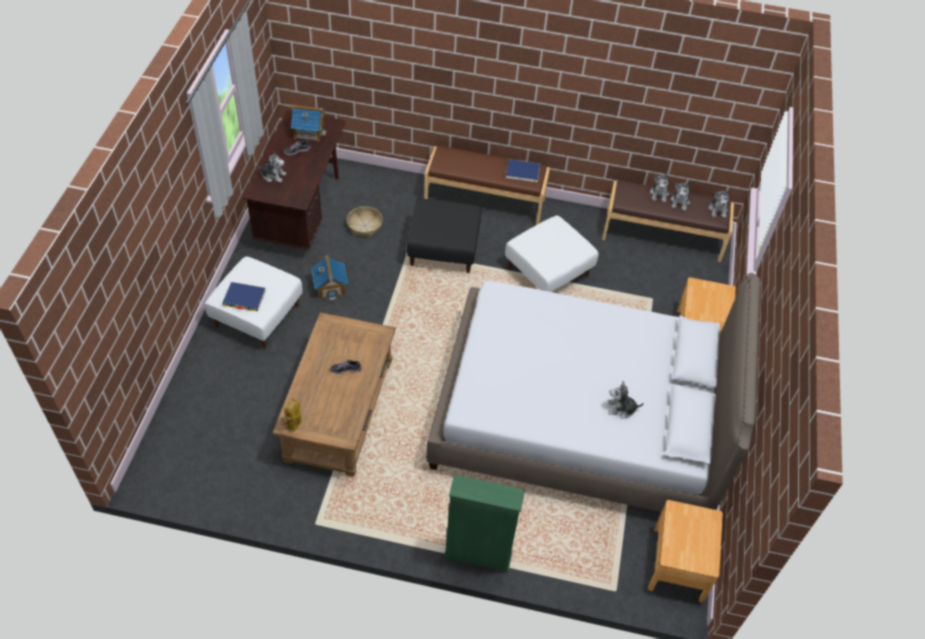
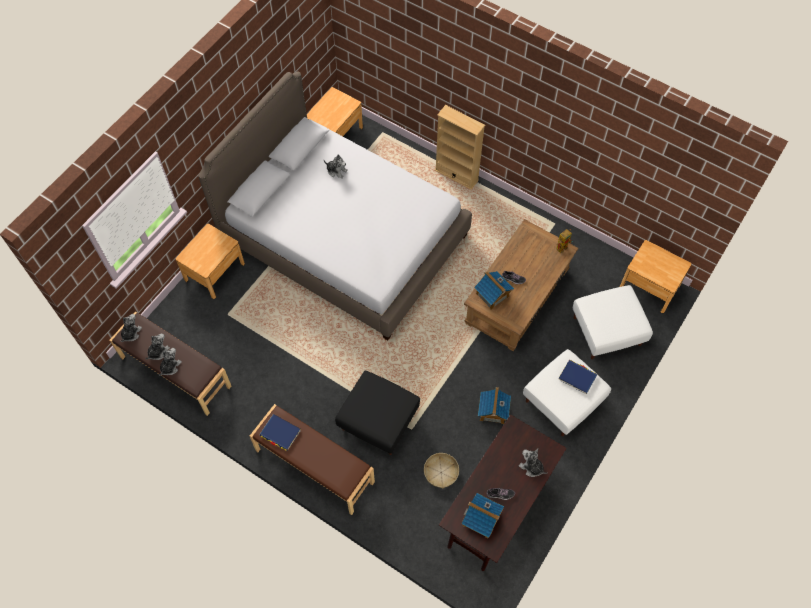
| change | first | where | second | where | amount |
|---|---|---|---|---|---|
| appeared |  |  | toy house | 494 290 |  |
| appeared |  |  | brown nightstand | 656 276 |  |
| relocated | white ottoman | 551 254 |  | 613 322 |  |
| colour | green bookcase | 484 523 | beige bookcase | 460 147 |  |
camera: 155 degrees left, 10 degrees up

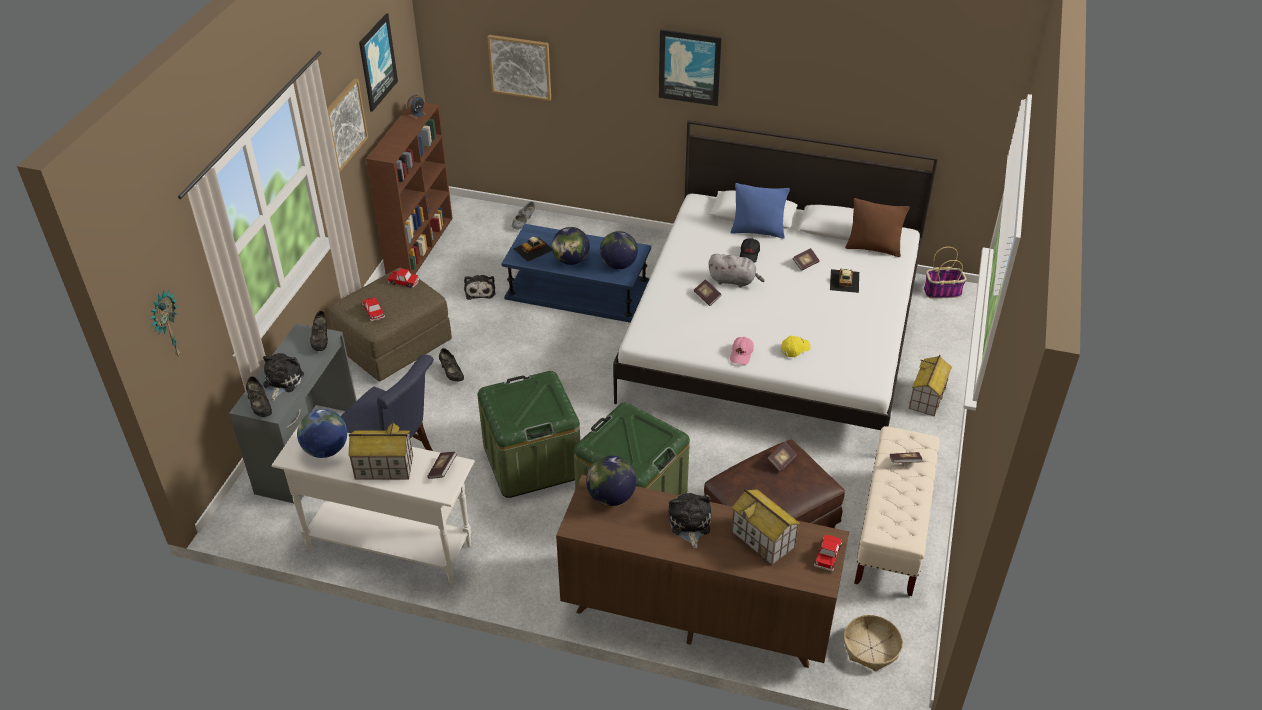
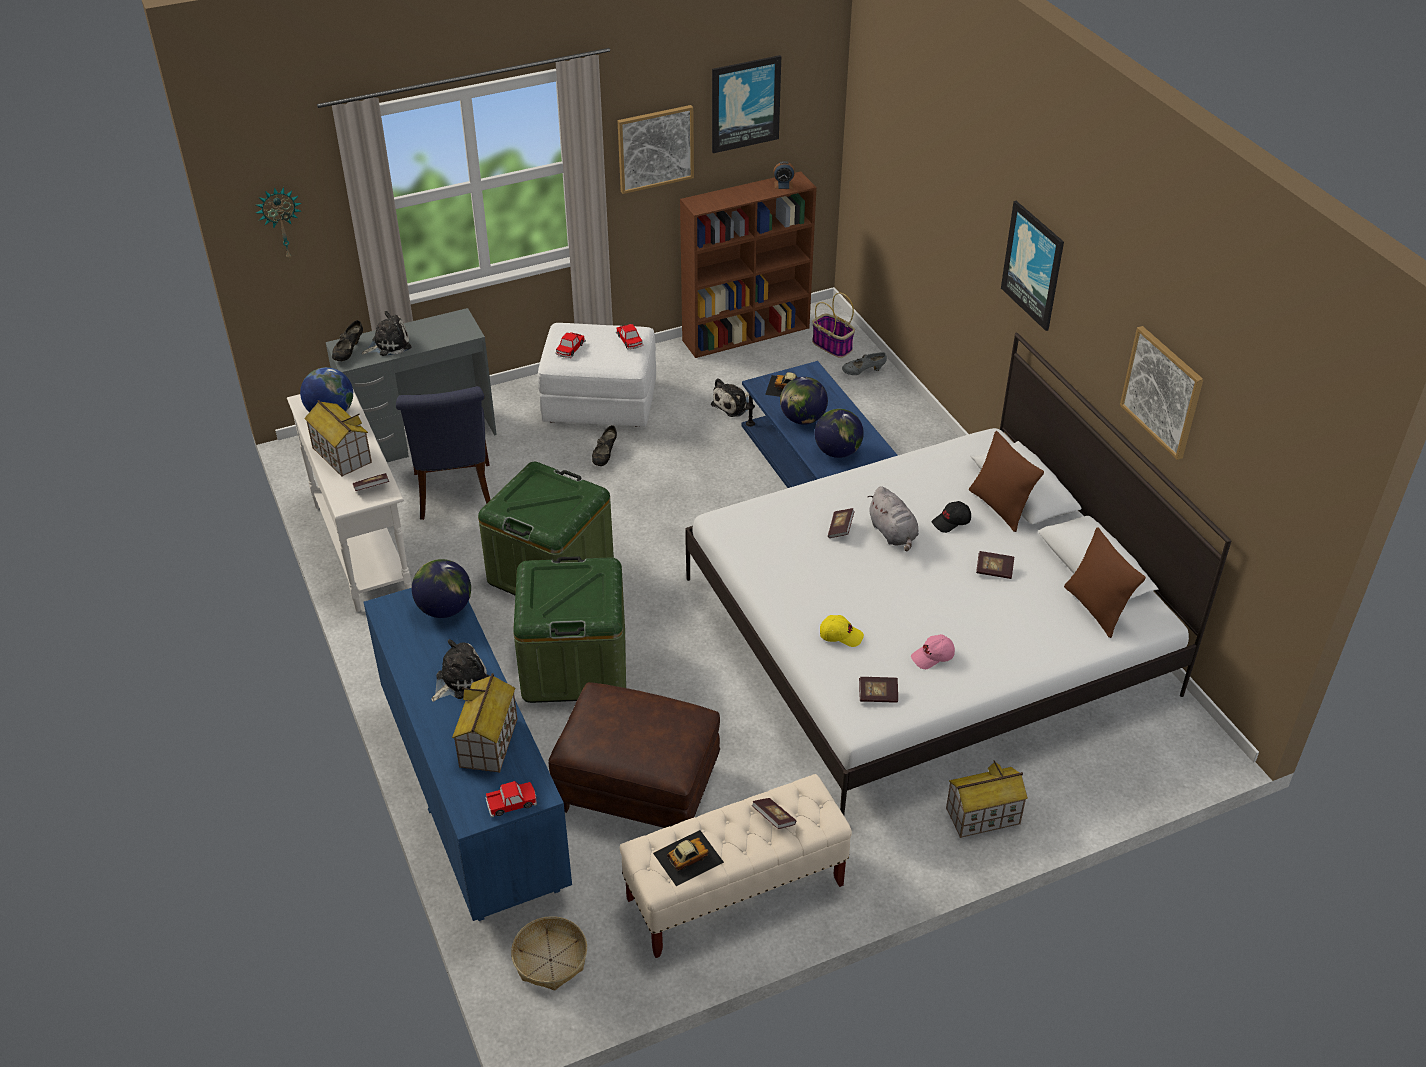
| change | first | where | second | where | amount |
|---|---|---|---|---|---|
| missing | black shoe | 319 331 |  |  |  |
| relocated | picture | 519 68 |  | 1161 393 |  |
| relocated | pink cap | 742 351 |  | 933 651 |  |
| relocated | book | 782 456 |  | 878 690 |  |
| relocated | toy car | 844 280 |  | 688 858 |  |
| relocated | basket | 945 273 |  | 833 325 |  |
| colour | brown ottoman | 390 324 | white ottoman | 597 375 |  |
| colour | brown dresser | 702 571 | blue dresser | 468 754 |  |
| colour | blue pillow | 760 211 | brown pillow | 1006 481 |  |
camera: 50 degrees right, 0 degrees up

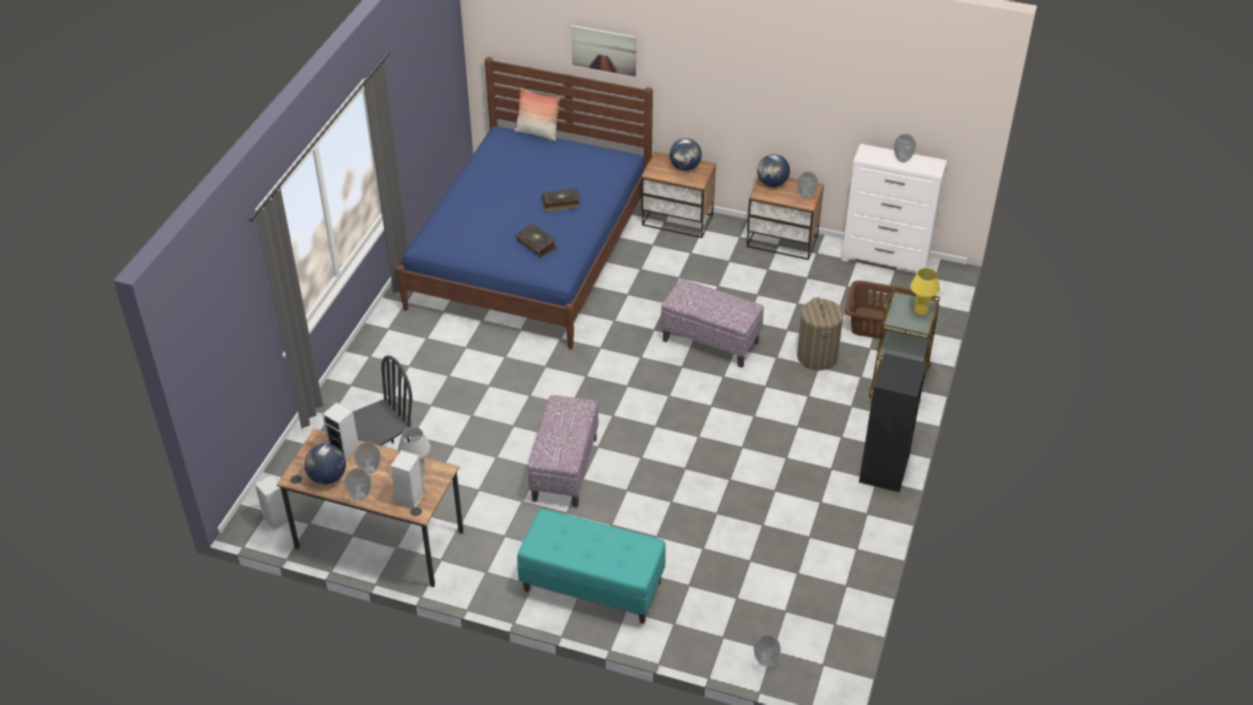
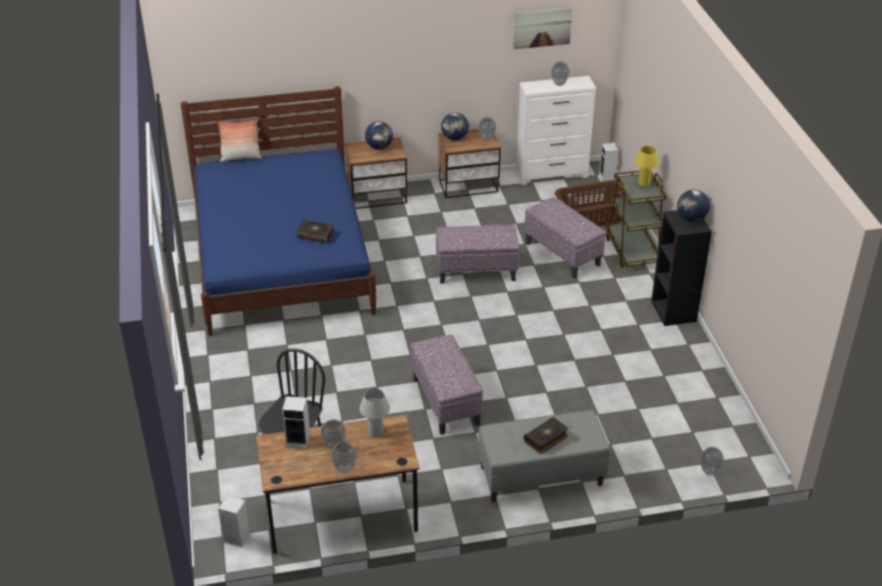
| change | first | where | second | where | amount |
|---|---|---|---|---|---|
| relocated | globe | 325 464 |  | 693 206 |  |
| relocated | speaker | 407 479 |  | 609 162 |  |
| relocated | book | 561 200 |  | 546 435 |  |
| relocated | picture | 603 50 |  | 542 28 |  |
| exchanged | laundry basket | 820 333 | ottoman | 564 238 |  |
| colour | turquoise bench | 591 566 | grey bench | 544 456 |  |
camera: 30 degrees left, 5 degrees down

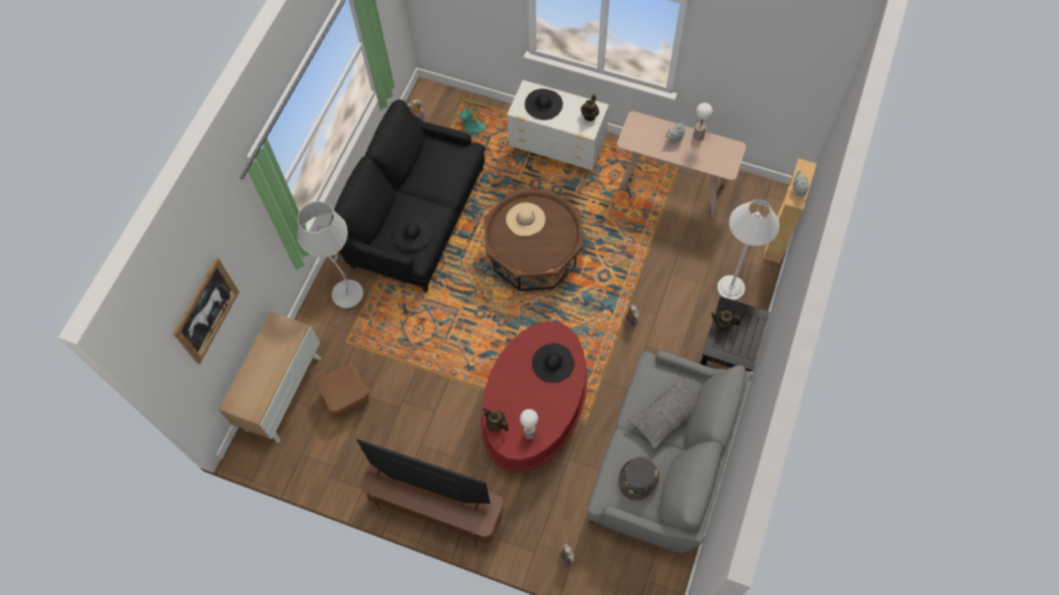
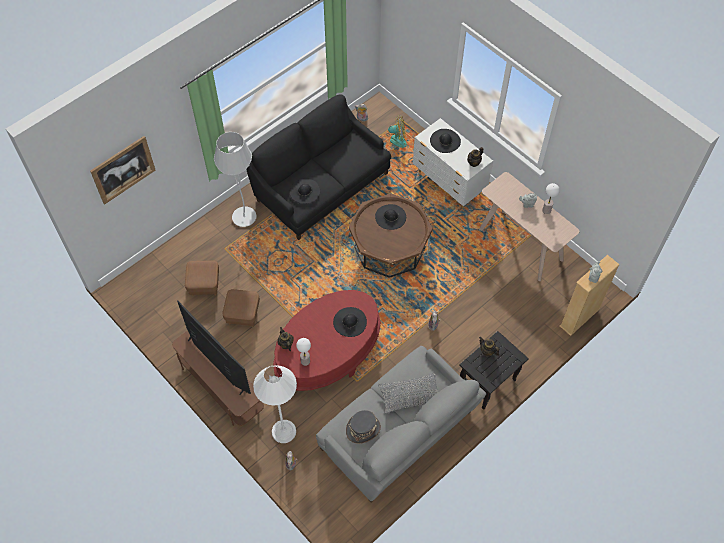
| change | first | where | second | where | amount |
|---|---|---|---|---|---|
| missing | cabinet | 270 377 |  |  |  |
| appeared |  |  | brown ottoman | 241 308 |  |
| relocated | white floor lamp | 748 250 |  | 275 404 |  |
| colour | beige hat | 525 219 | black hat | 390 217 |  |
camera: 25 degrees right, 5 degrees down

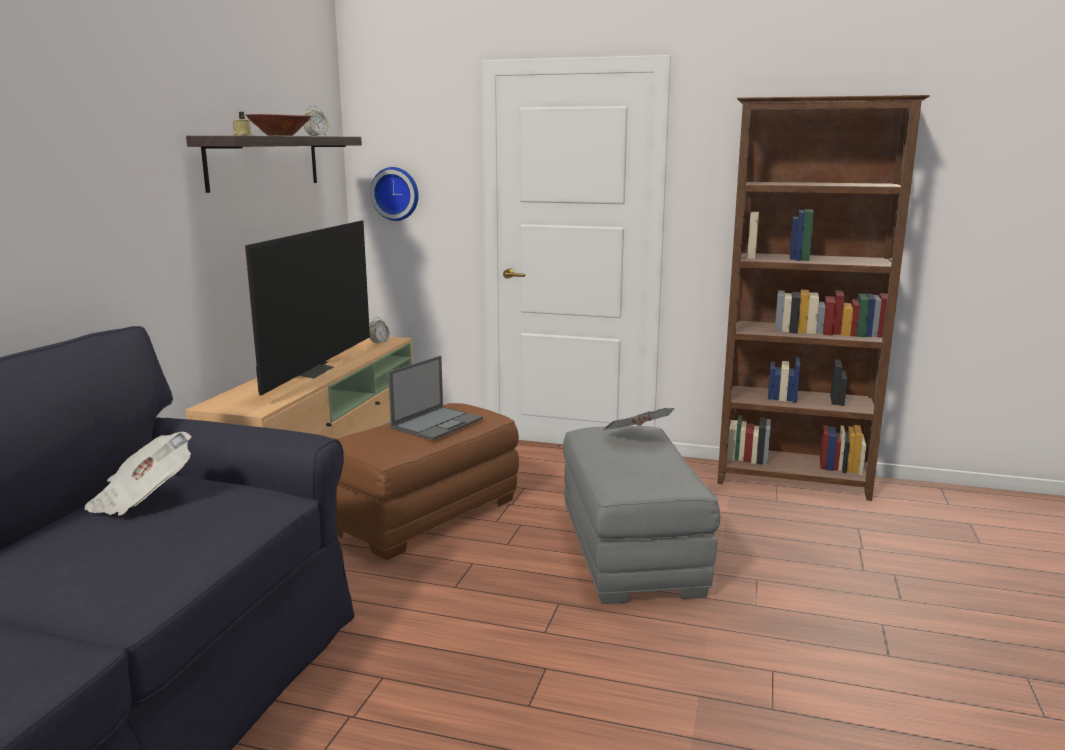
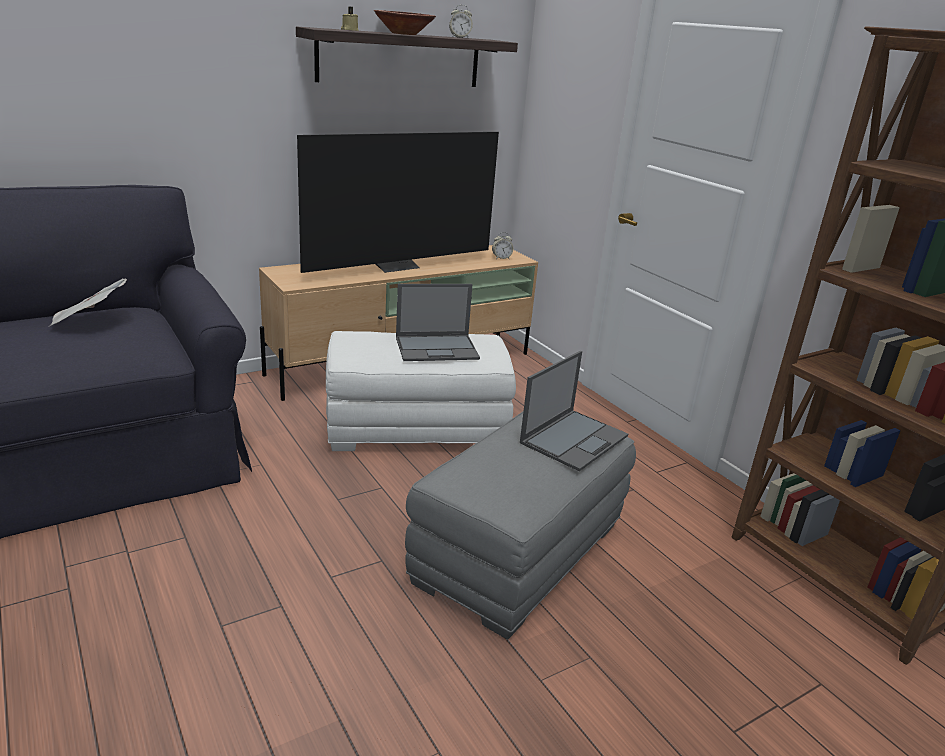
| change | first | where | second | where | amount |
|---|---|---|---|---|---|
| missing | wall clock | 394 194 |  |  |  |
| exchanged | newspaper | 638 419 | laptop | 574 411 |  |
| colour | brown ottoman | 428 481 | white ottoman | 421 391 |  |
camera: 40 degrees right, 10 degrees up

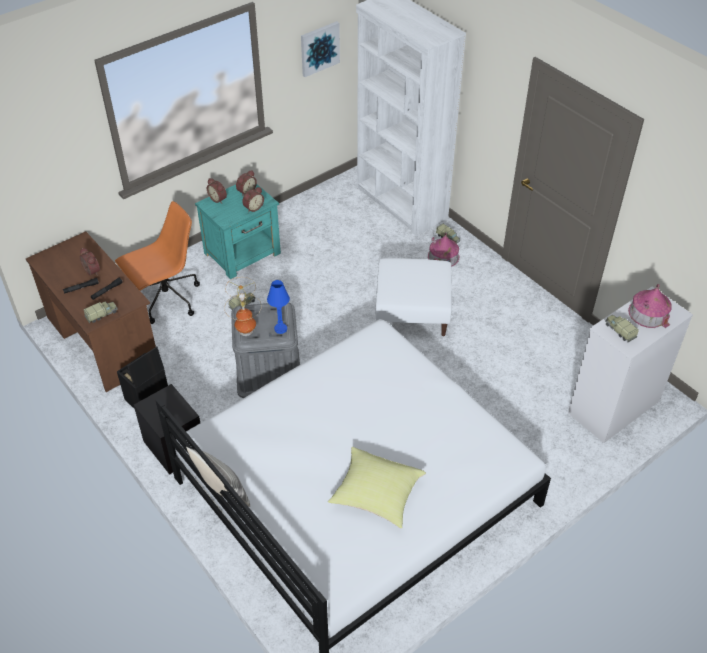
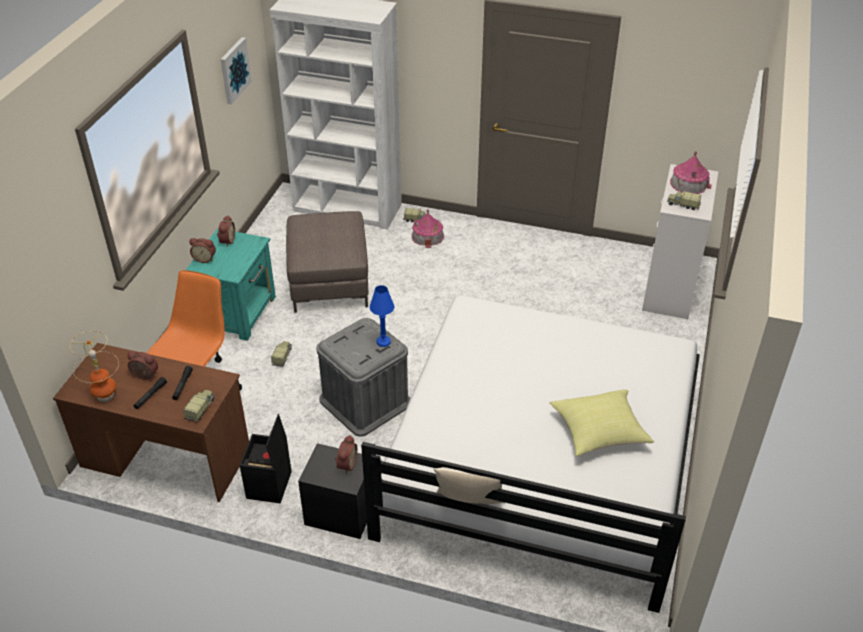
| change | first | where | second | where | amount |
|---|---|---|---|---|---|
| missing | white ottoman | 414 297 |  |  |  |
| appeared |  |  | brown ottoman | 327 262 |  |
| relocated | table lamp | 243 306 |  | 94 366 |  |
| relocated | alarm clock | 253 200 |  | 346 454 |  |
camera: 35 degrees left, 5 degrees down

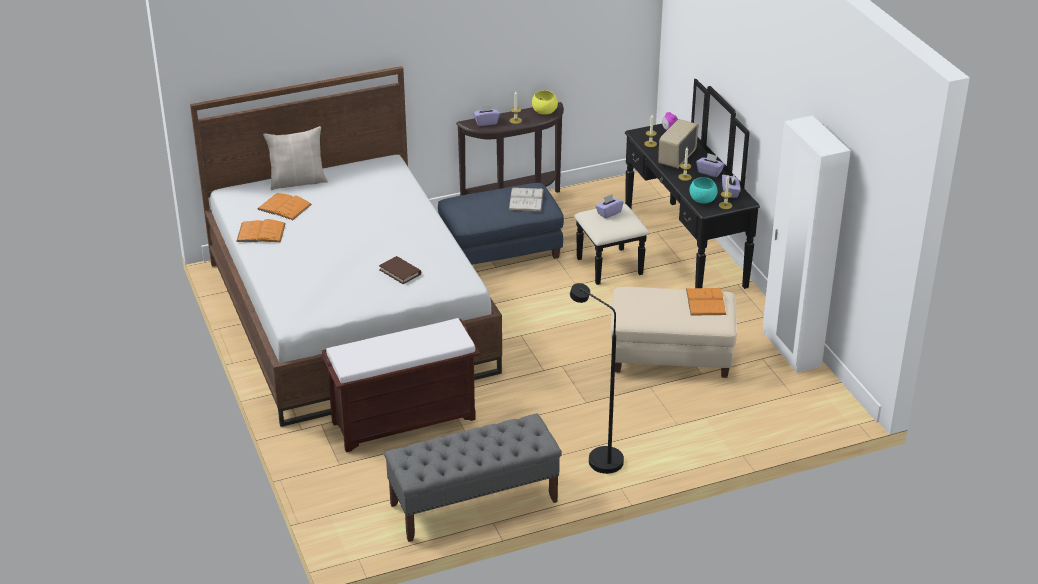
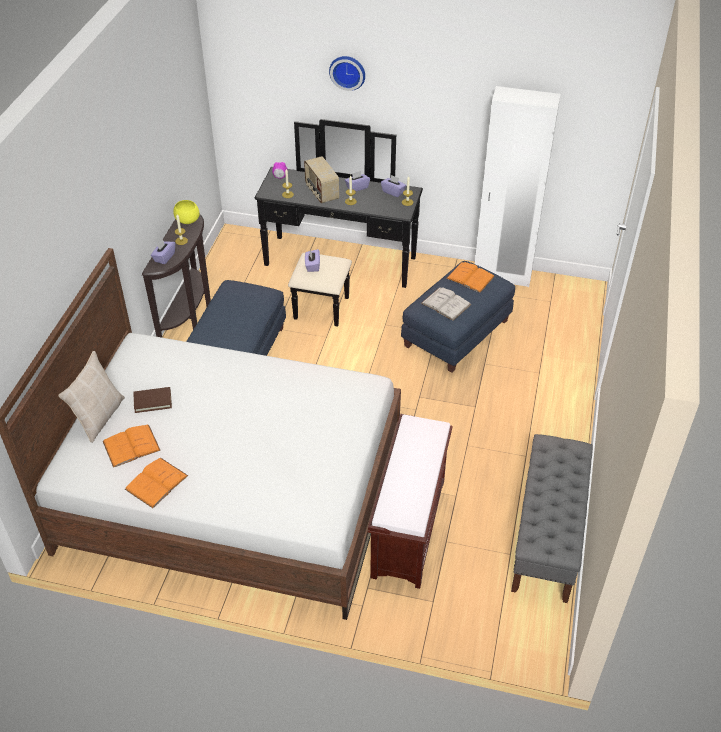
| change | first | where | second | where | amount |
|---|---|---|---|---|---|
| missing | black floor lamp | 597 378 |  |  |  |
| missing | turquoise bowl | 704 190 |  |  |  |
| appeared |  |  | wall clock | 347 73 |  |
| relocated | brown book | 400 270 |  | 153 400 |  |
| relocated | white book | 526 200 |  | 446 304 |  |
| colour | beige ottoman | 673 332 | blue ottoman | 458 317 |  |
camera: 55 degrees left, 10 degrees up

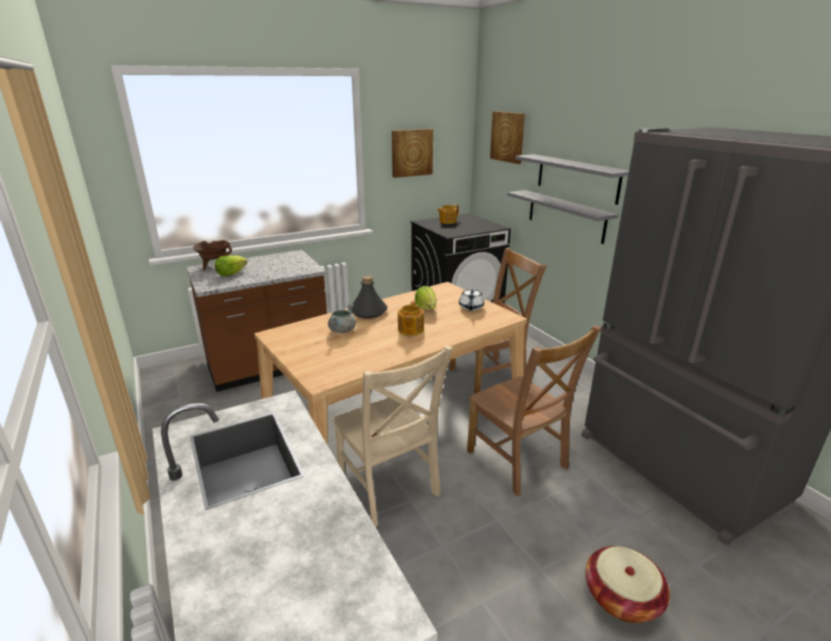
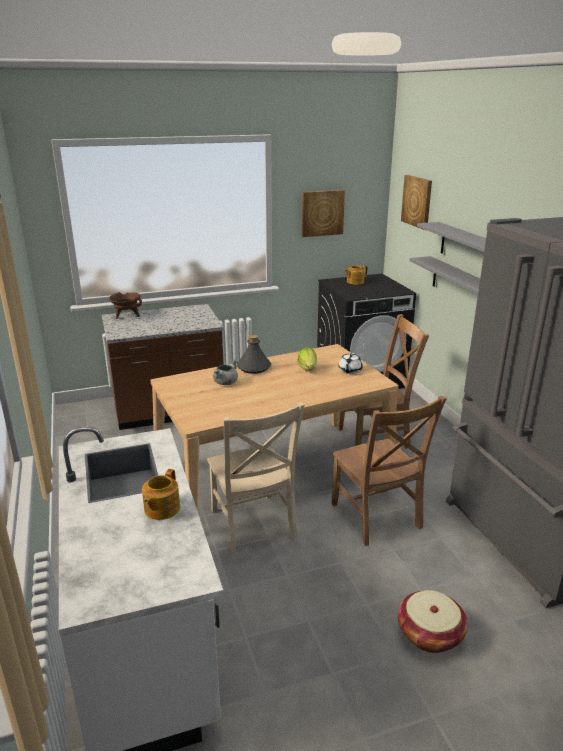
| change | first | where | second | where | amount |
|---|---|---|---|---|---|
| missing | lettuce | 231 265 |  |  |  |
| relocated | teapot | 411 318 |  | 161 494 |  |
camera: 10 degrees right, 0 degrees up

